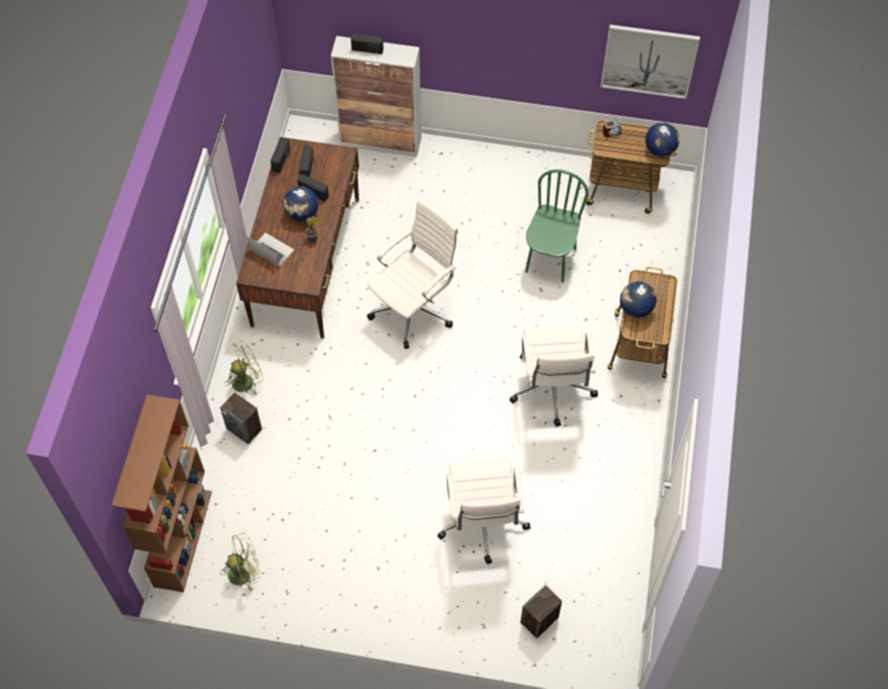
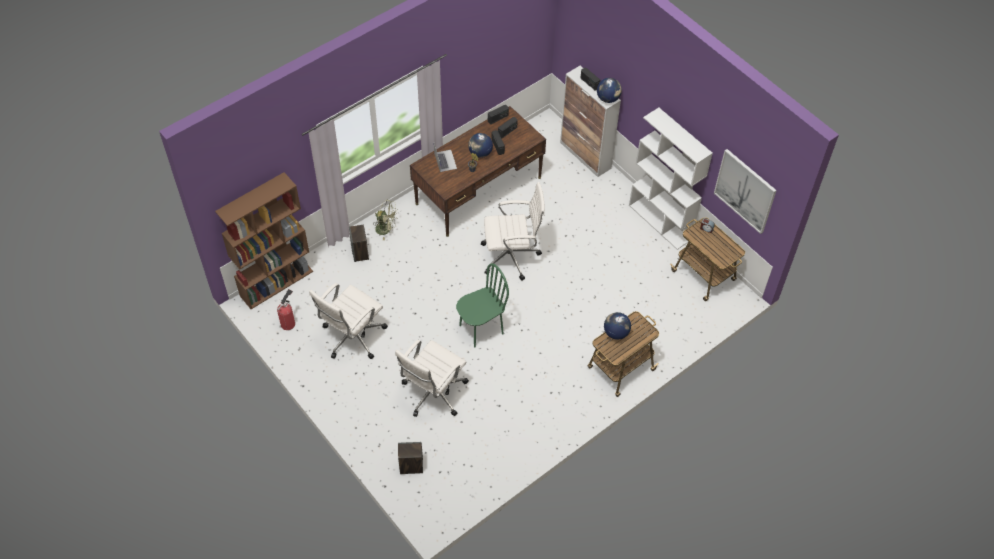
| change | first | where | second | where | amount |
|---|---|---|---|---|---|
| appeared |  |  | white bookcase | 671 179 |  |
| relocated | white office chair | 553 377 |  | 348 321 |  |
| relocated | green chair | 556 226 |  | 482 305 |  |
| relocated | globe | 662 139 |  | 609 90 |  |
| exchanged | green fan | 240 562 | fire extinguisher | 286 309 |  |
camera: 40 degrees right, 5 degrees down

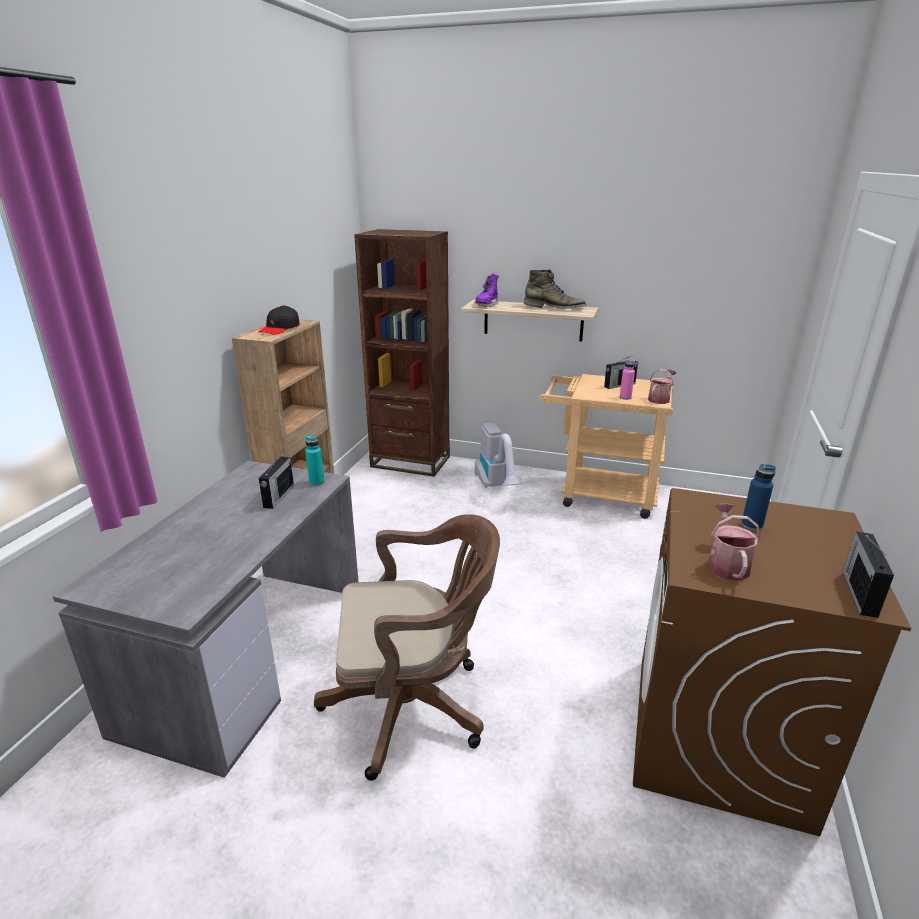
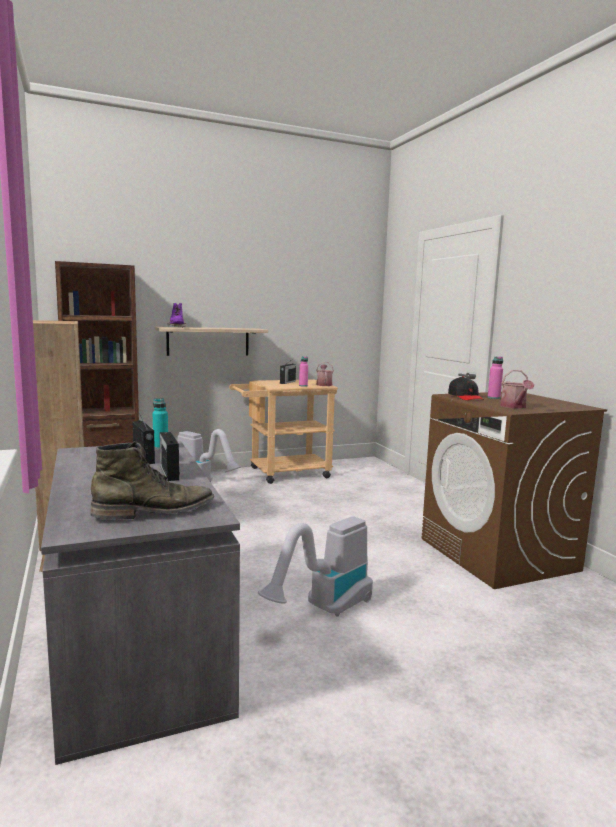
| change | first | where | second | where | amount |
|---|---|---|---|---|---|
| relocated | black cap | 279 320 |  | 466 388 |  |
| relocated | green boot | 555 289 |  | 152 480 |  |
| relocated | radio | 868 575 |  | 170 456 |  |
| exchanged | brown office chair | 407 647 | vacuum cleaner | 315 566 |  |
| colour | blue bottle | 758 497 | pink bottle | 495 378 |  |
| spun | watering can | 734 542 |  | 517 389 | 150 degrees counterclockwise |
camera: 40 degrees left, 15 degrees down

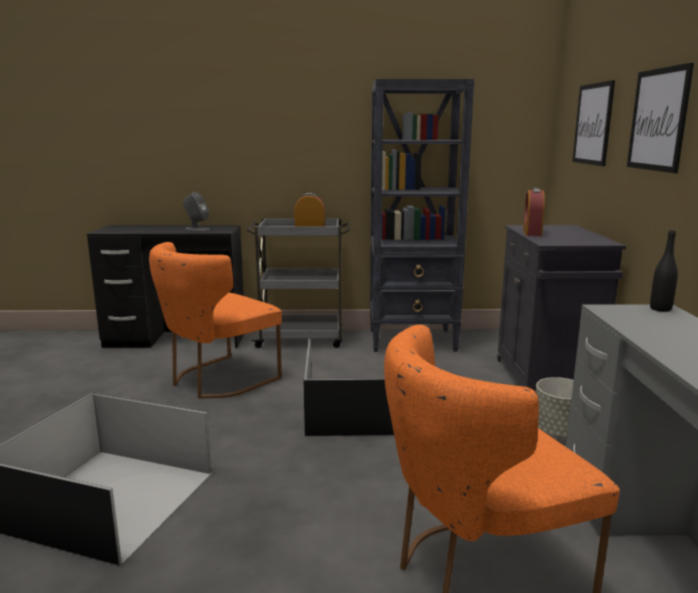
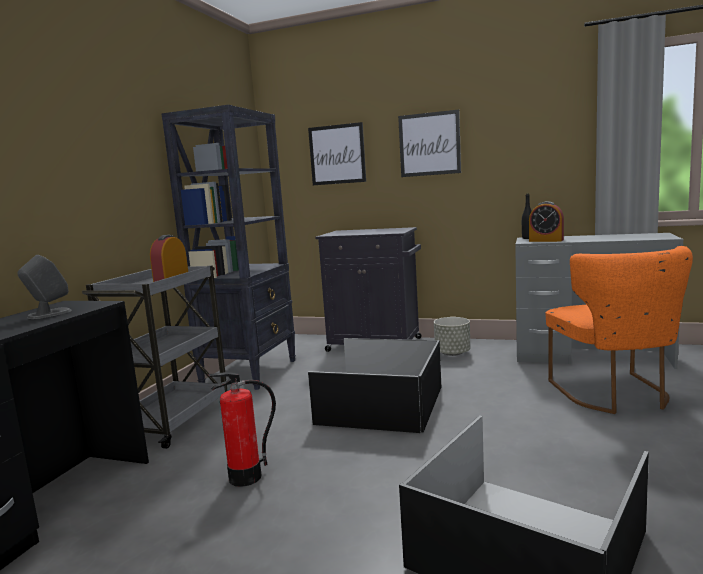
| change | first | where | second | where | amount |
|---|---|---|---|---|---|
| relocated | alarm clock | 534 212 |  | 546 221 |  |
| exchanged | orange chair | 215 320 | fire extinguisher | 242 429 |  |
camera: 70 degrees left, 5 degrees down

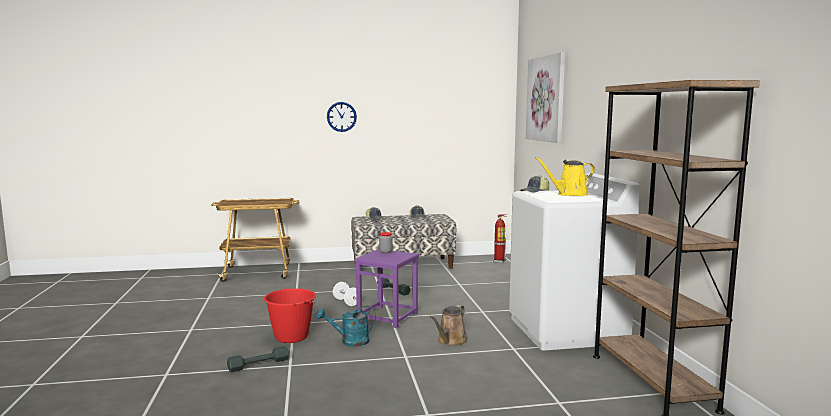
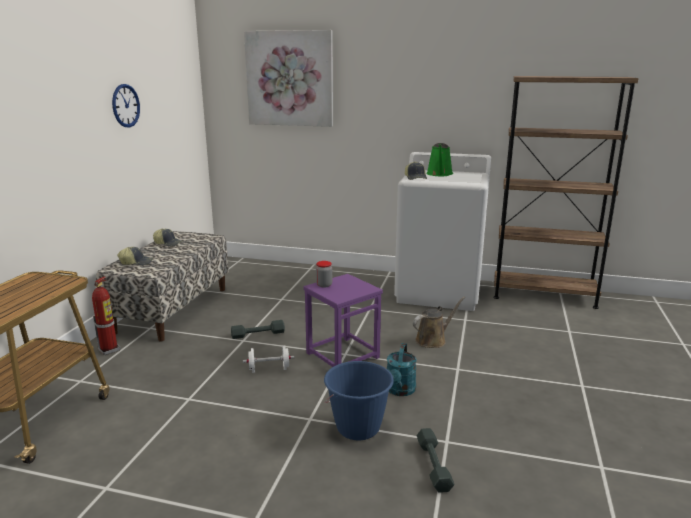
| change | first | where | second | where | amount |
|---|---|---|---|---|---|
| relocated | wall clock | 342 117 |  | 126 105 |  |
| relocated | fire extinguisher | 500 238 |  | 106 316 |  |
| colour | red bucket | 290 315 | blue bucket | 359 400 |  |
| colour | yellow watering can | 565 176 | green watering can | 439 159 |  |
| spun | brown watering can | 449 325 |  | 439 322 | 90 degrees counterclockwise |
camera: 65 degrees left, 10 degrees up

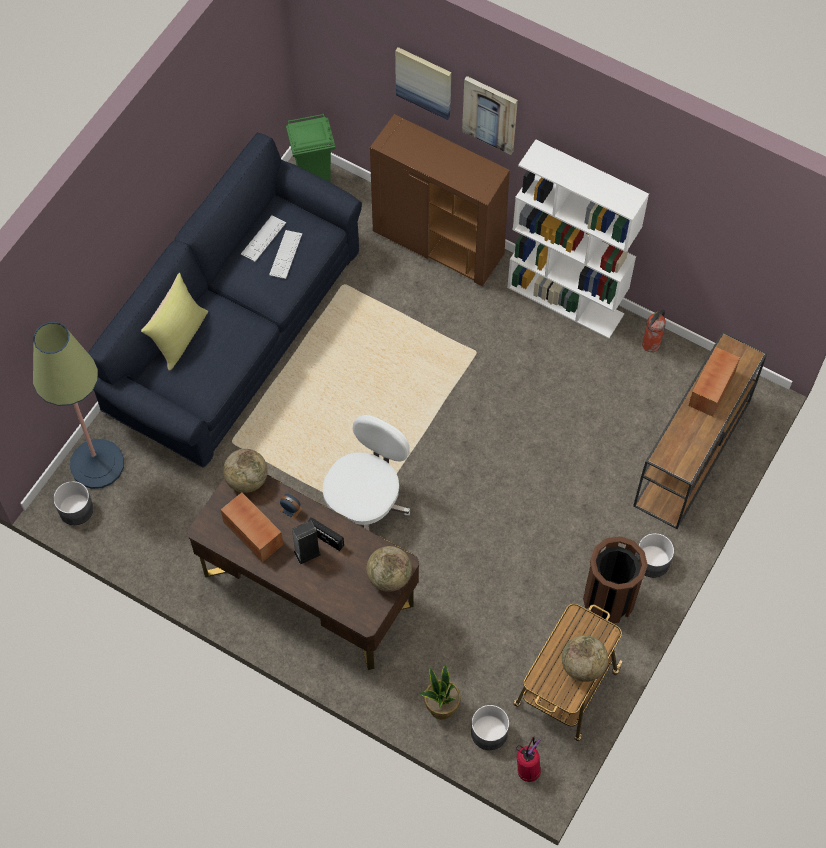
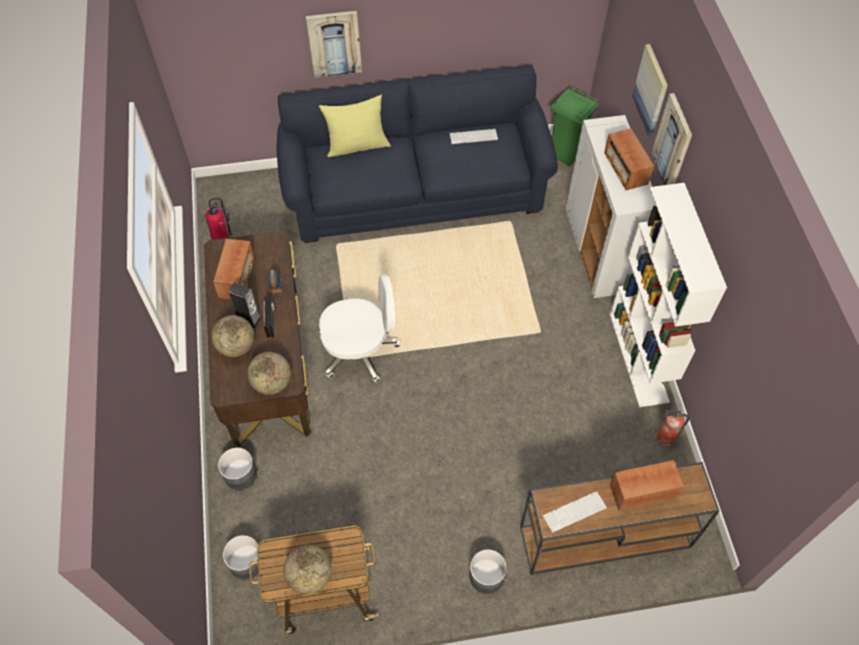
| change | first | where | second | where | amount |
|---|---|---|---|---|---|
| missing | floor lamp | 78 405 |  |  |  |
| missing | potted plant | 440 692 |  |  |  |
| missing | brown trash can | 615 579 |  |  |  |
| appeared |  |  | picture | 334 44 |  |
| appeared |  |  | radio | 629 159 |  |
| relocated | grey planter | 73 503 |  | 237 469 |  |
| relocated | globe | 245 471 |  | 232 336 |  |
| relocated | keyboard | 285 254 |  | 575 512 |  |
| relocated | fire extinguisher | 528 759 |  | 218 219 |  |
| colour | brown cabinet | 440 200 | white cabinet | 610 206 |  |
camera: 50 degrees right, 5 degrees down

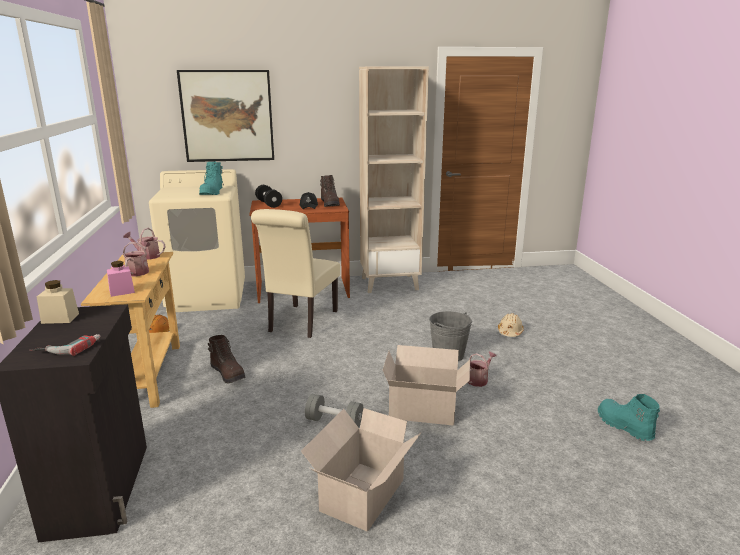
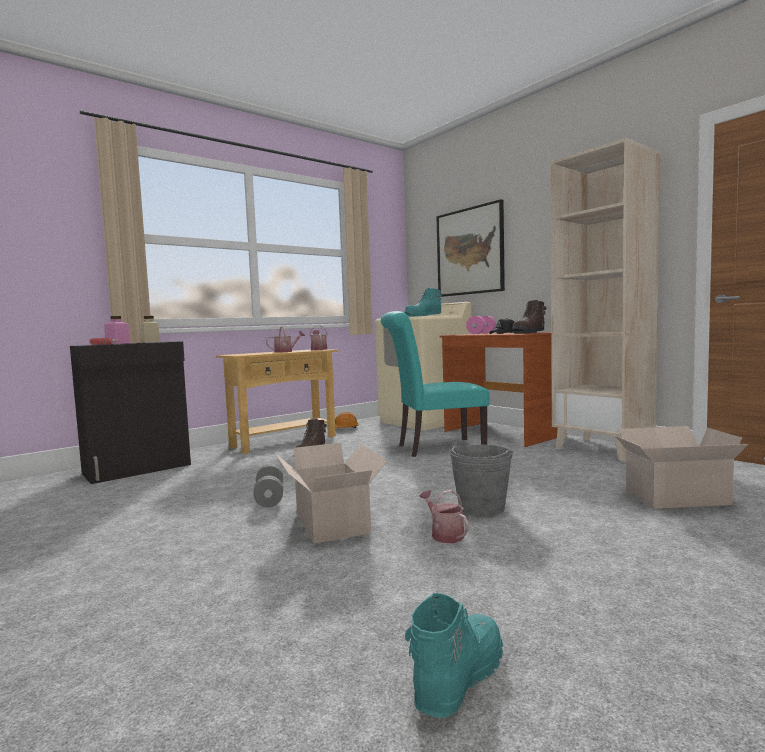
| change | first | where | second | where | amount |
|---|---|---|---|---|---|
| missing | beige hard hat | 511 325 |  |  |  |
| relocated | pink jar | 121 279 |  | 117 330 |  |
| relocated | cardboard box | 361 470 |  | 681 467 |  |
| colour | beige chair | 295 273 | turquoise chair | 435 384 |  |
| colour | black dumbbell | 268 196 | pink dumbbell | 481 325 |  |
| spun | watering can | 482 369 |  | 444 516 | 135 degrees counterclockwise |
camera: 60 degrees right, 15 degrees down

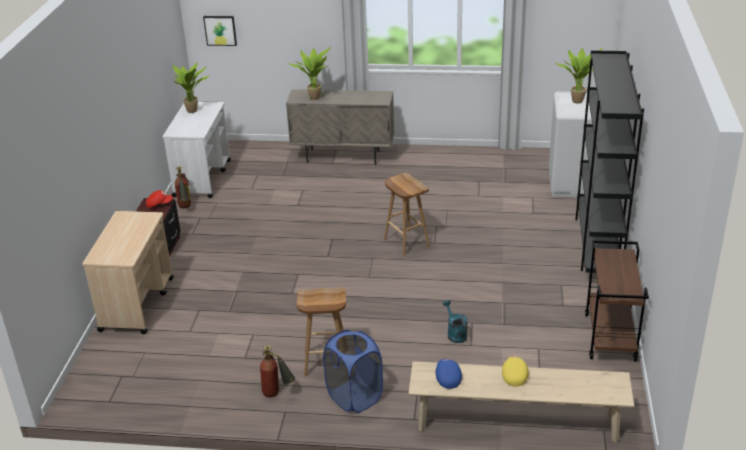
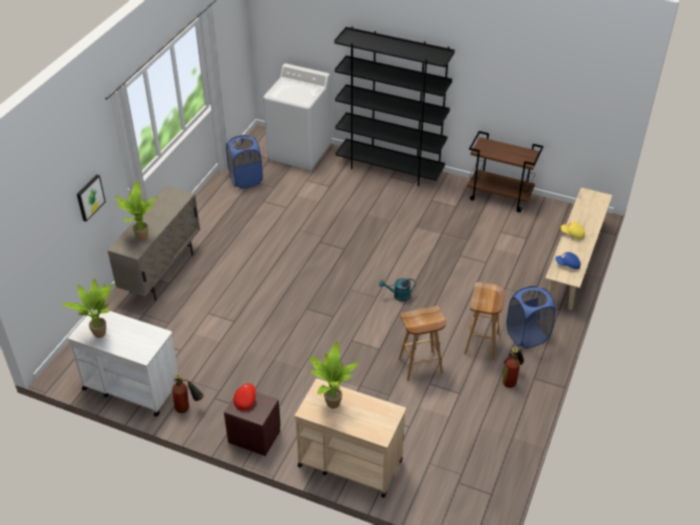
| change | first | where | second | where | amount |
|---|---|---|---|---|---|
| appeared |  |  | blue laundry basket | 244 162 |  |
| relocated | picture | 220 31 |  | 91 198 |  |
| relocated | brown stool | 407 214 |  | 422 343 |  |
| relocated | turquoise watering can | 455 321 |  | 397 289 |  |
| relocated | potted plant | 579 76 |  | 334 375 |  |
camera: 75 degrees left, 10 degrees up

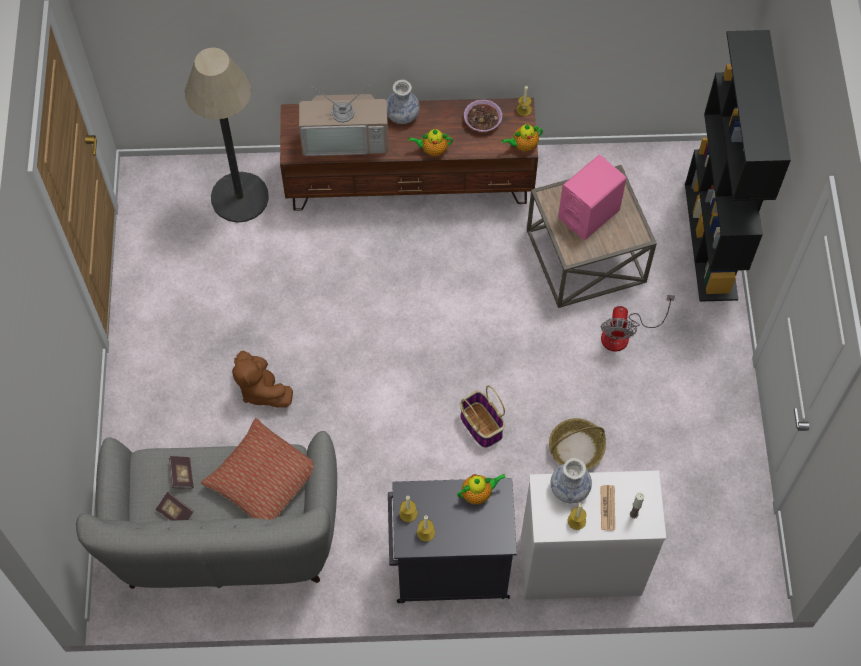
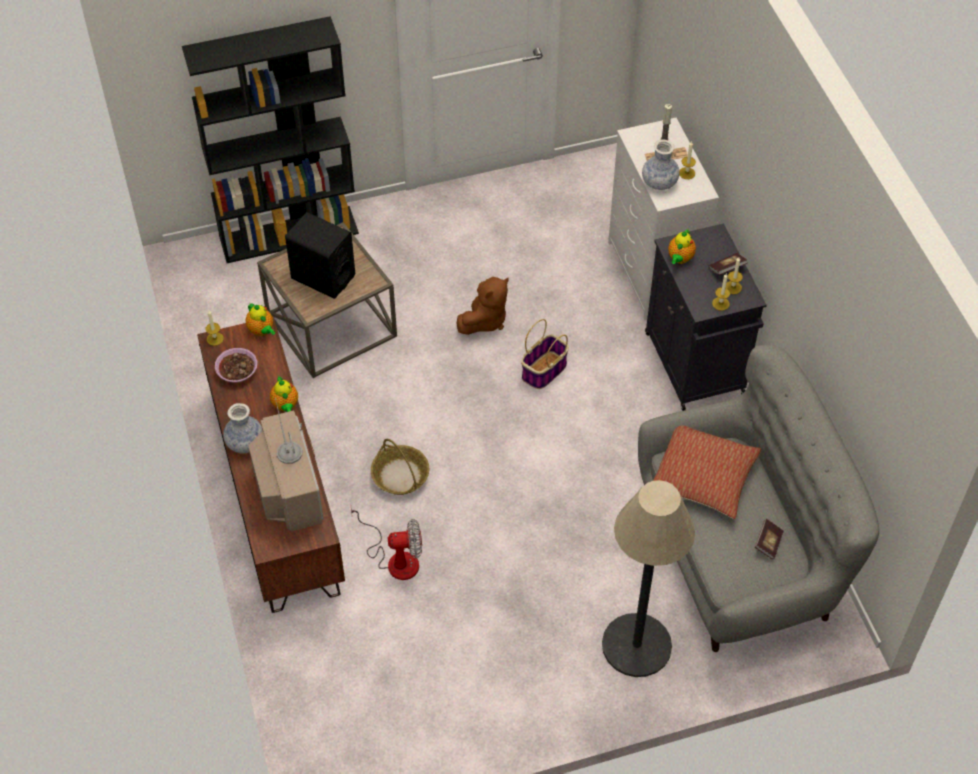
| change | first | where | second | where | amount |
|---|---|---|---|---|---|
| relocated | book | 181 472 |  | 728 264 |  |
| relocated | floor lamp | 227 135 |  | 648 578 |  |
| relocated | brown plush toy | 262 379 |  | 483 306 |  |
| relocated | basket | 577 444 |  | 400 467 |  |
| relocated | fan | 638 323 |  | 386 544 |  |
| colour | pink speaker | 592 197 | black speaker | 320 255 |  |
| spun | teapot | 481 489 |  | 682 246 | 120 degrees counterclockwise |
camera: 105 degrees left, 10 degrees down

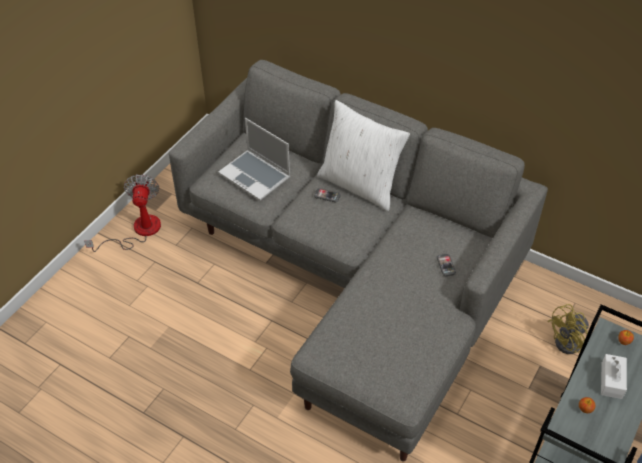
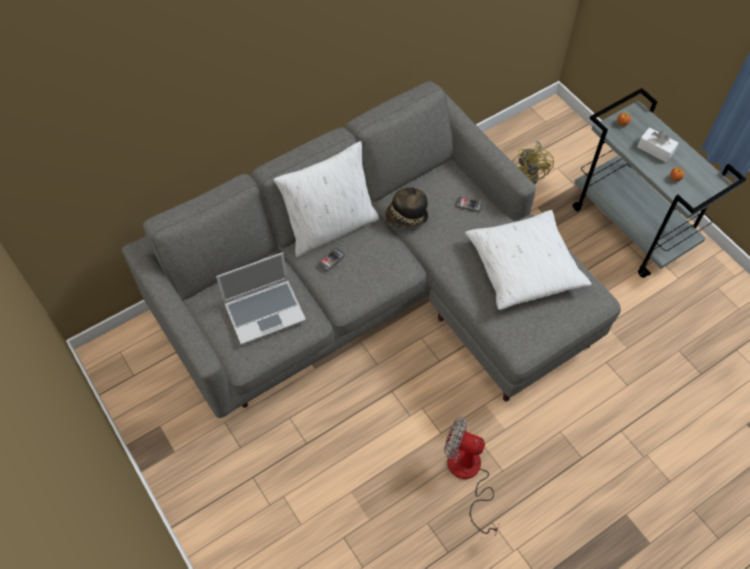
| change | first | where | second | where | amount |
|---|---|---|---|---|---|
| appeared |  |  | hat | 406 208 |  |
| appeared |  |  | white pillow | 528 260 |  |
| relocated | fan | 122 213 |  | 472 476 |  |
camera: 65 degrees left, 10 degrees up

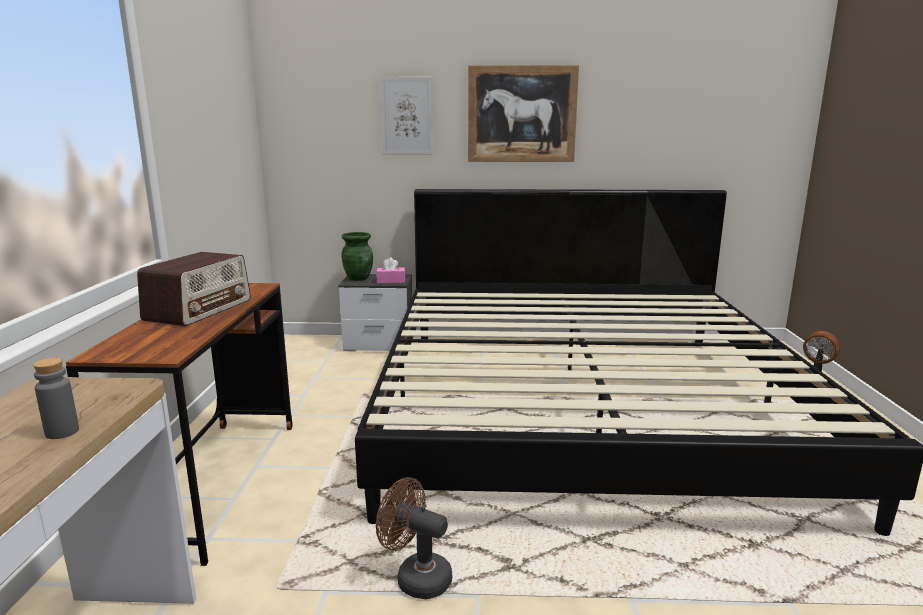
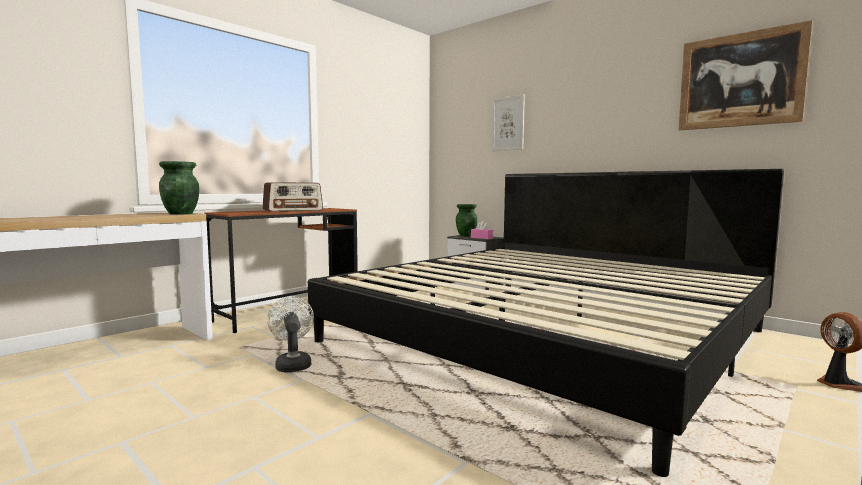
| change | first | where | second | where | amount |
|---|---|---|---|---|---|
| missing | grey bottle | 56 398 |  |  |  |
| appeared |  |  | green vase | 179 188 |  |
| relocated | picture | 523 113 |  | 746 75 |  |
| colour | brown fan | 414 538 | white fan | 290 335 |  |
camera: 40 degrees right, 10 degrees down

